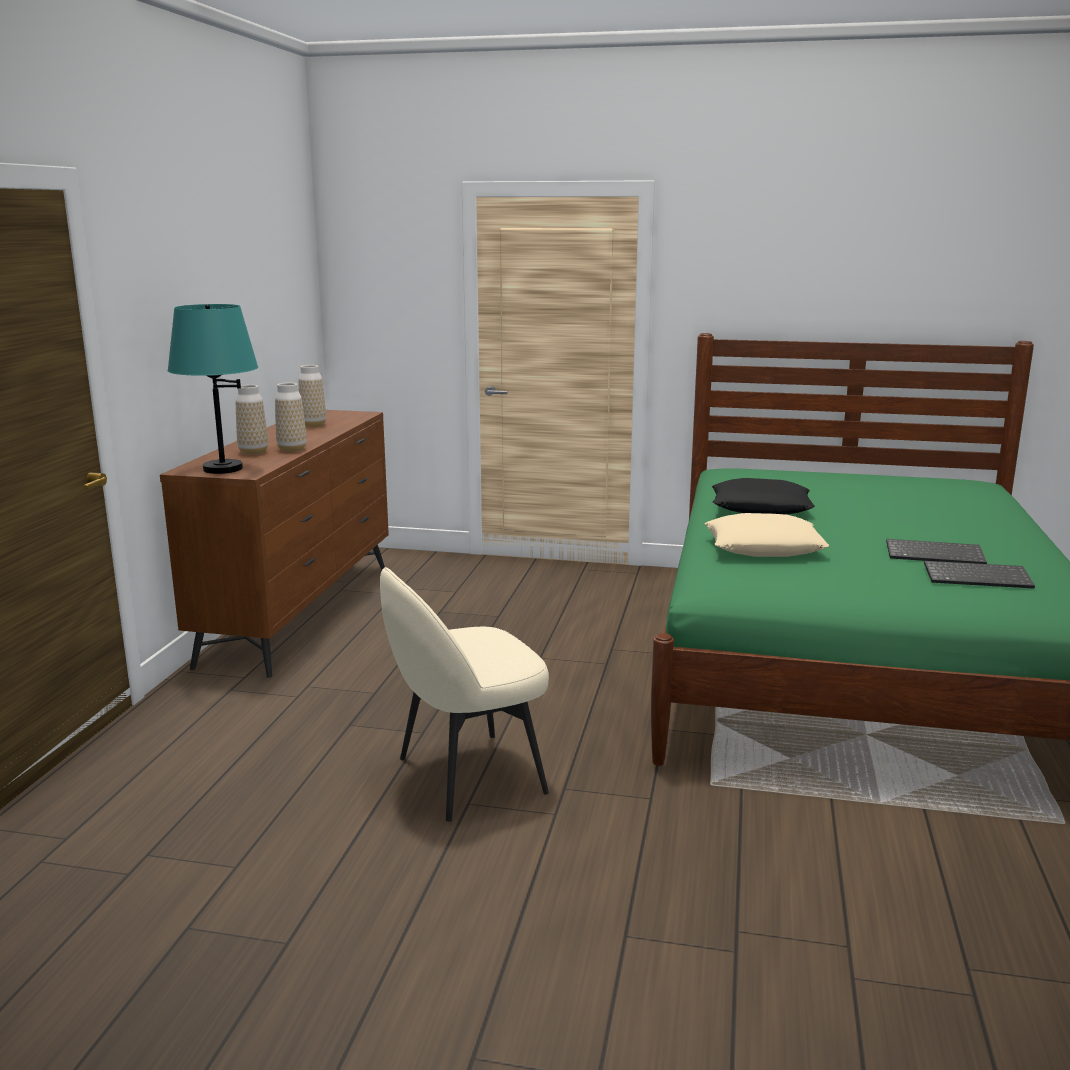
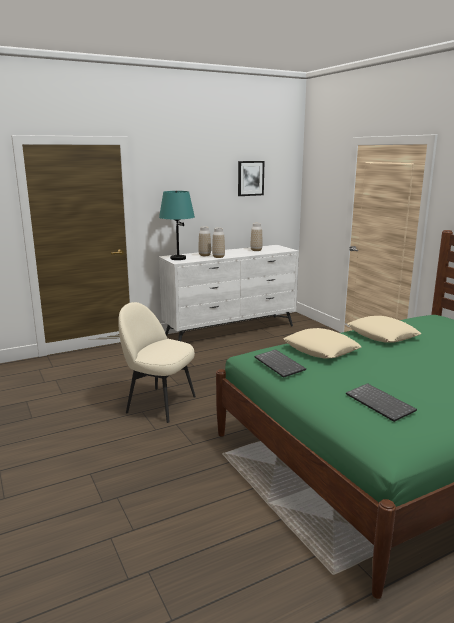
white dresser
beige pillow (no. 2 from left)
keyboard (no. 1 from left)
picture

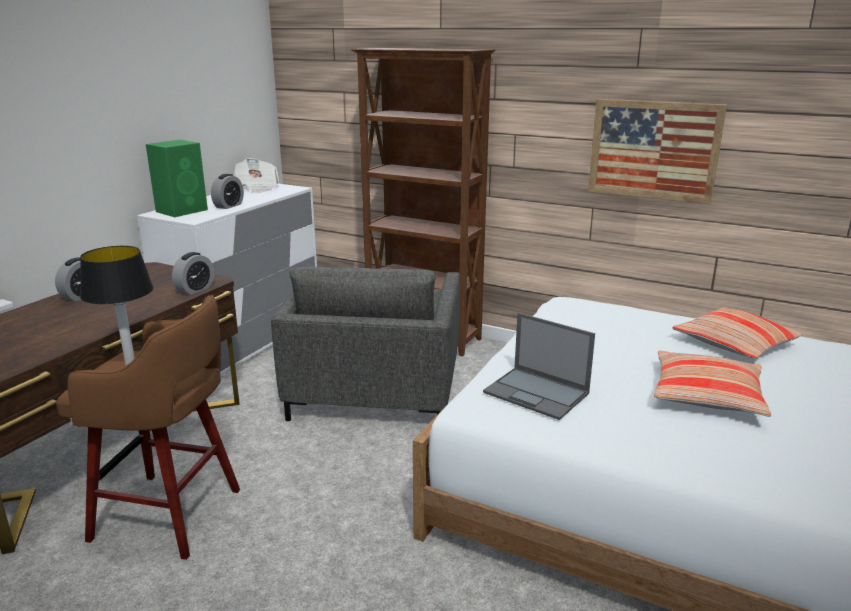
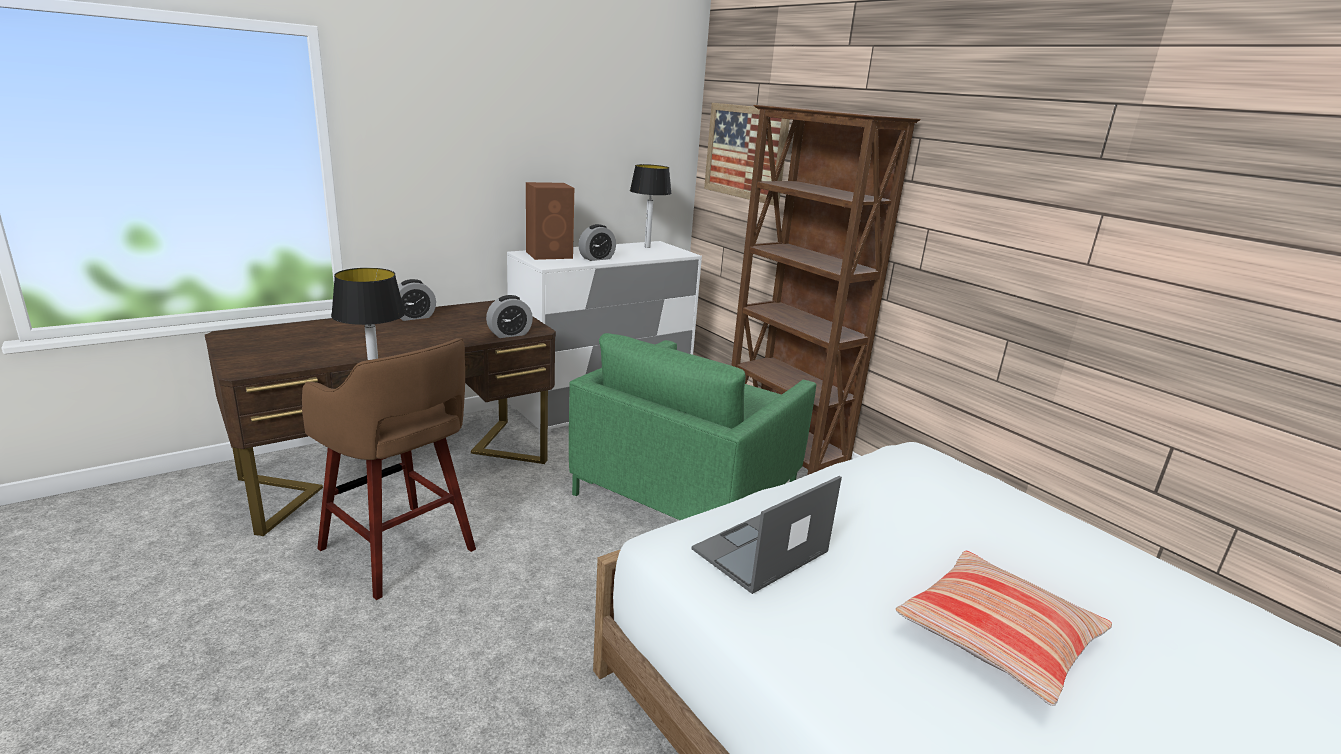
picture
brown speaker
table lamp (no. 2 from left)
green armchair
pillow (no. 2 from left in the first image)
laptop

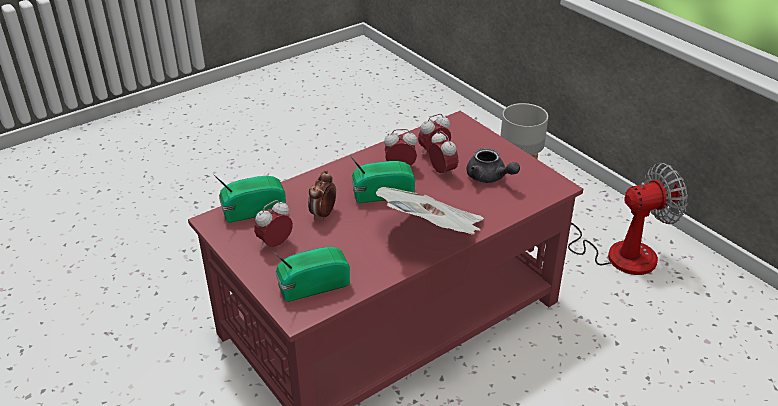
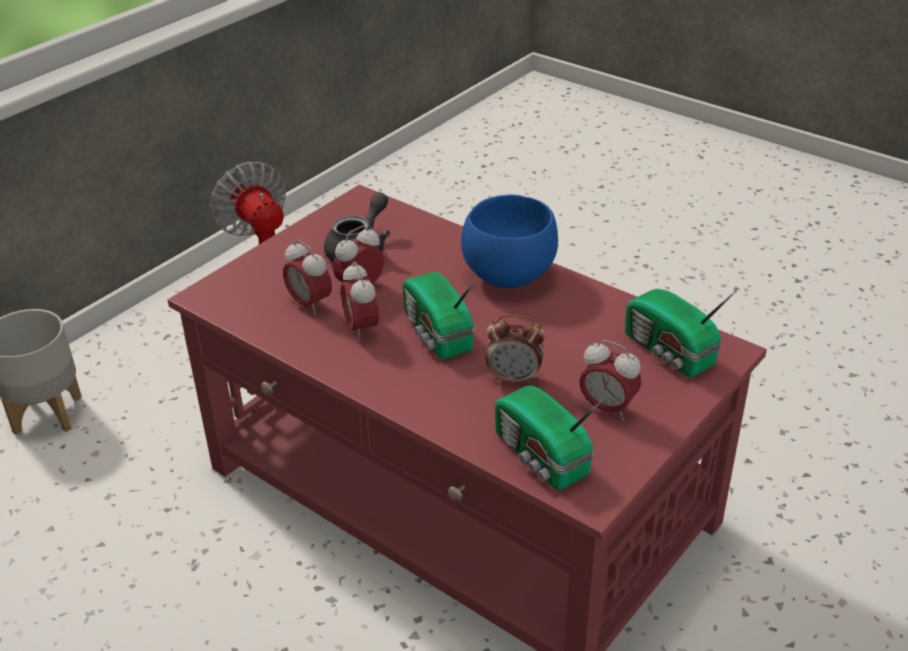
blue bowl

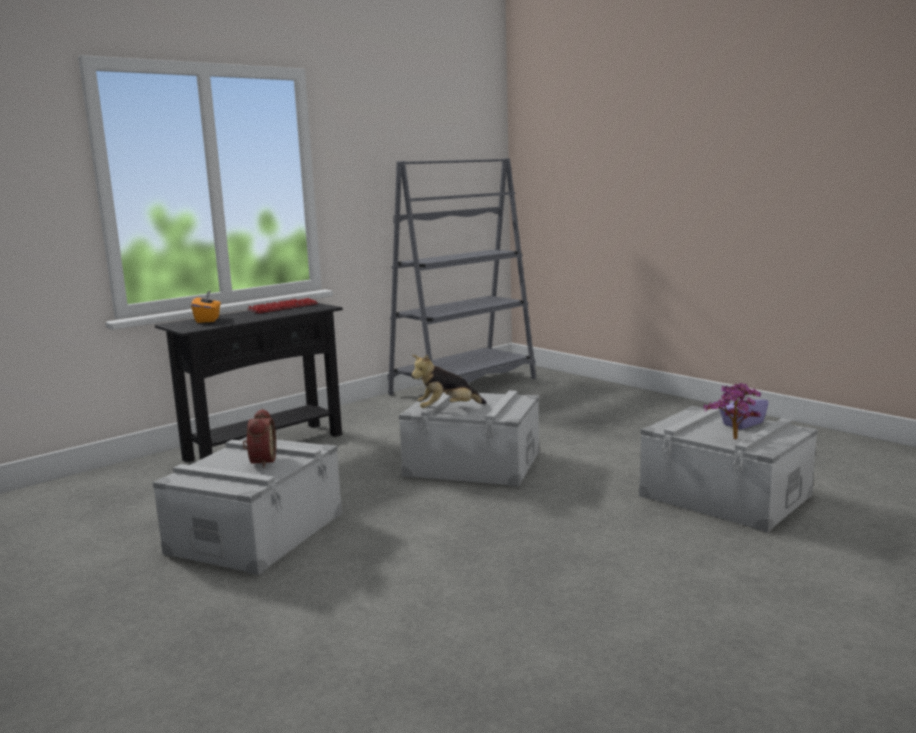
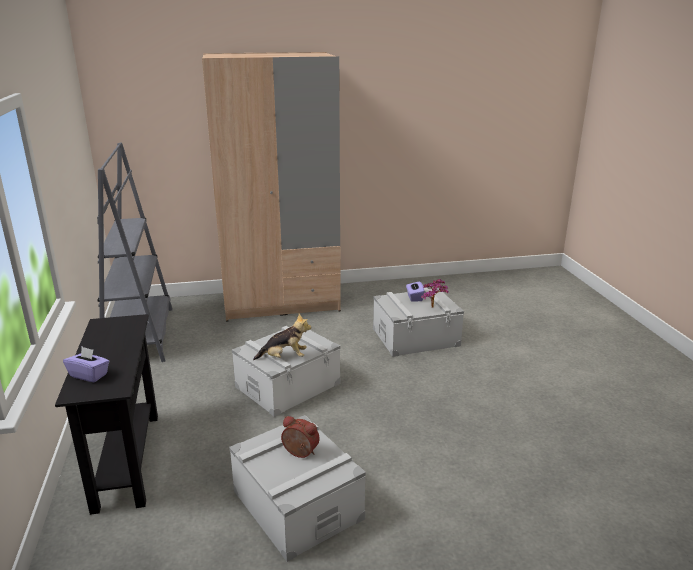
purple tissue box (no. 1 from left)
keyboard
plush toy
beige wardrobe

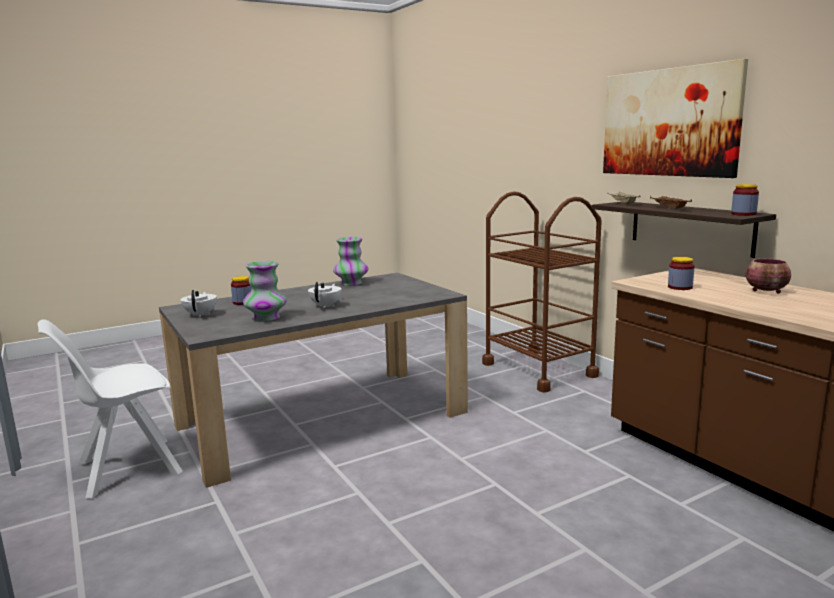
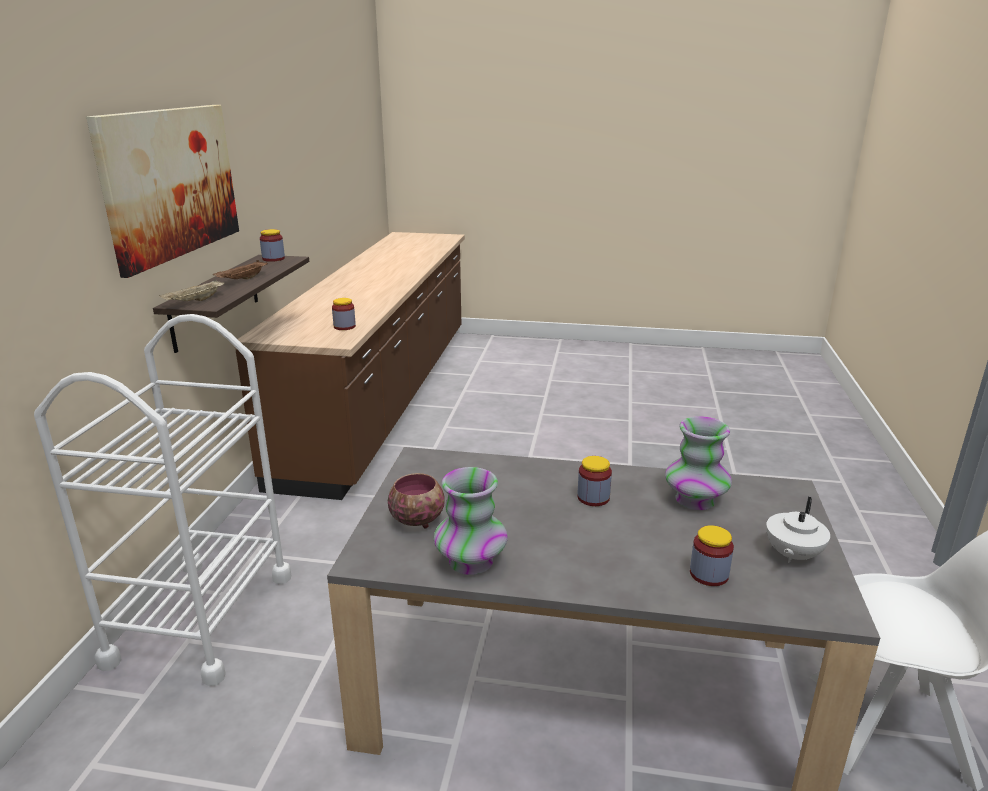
white cart
bowl
jar (no. 3 from left)

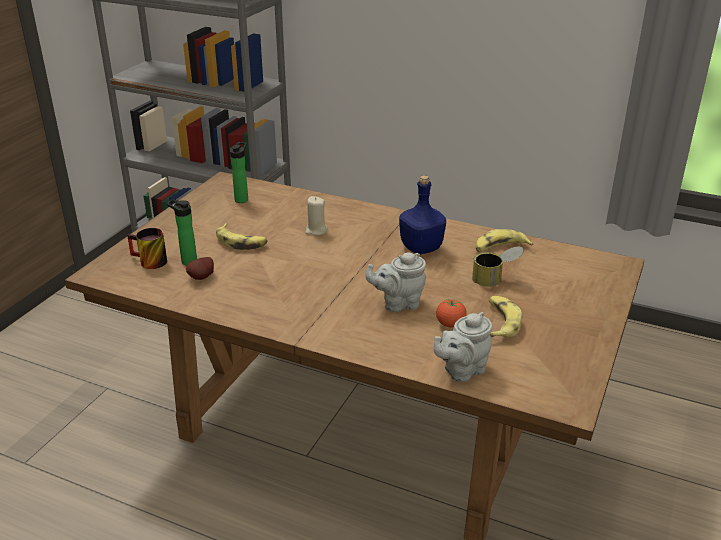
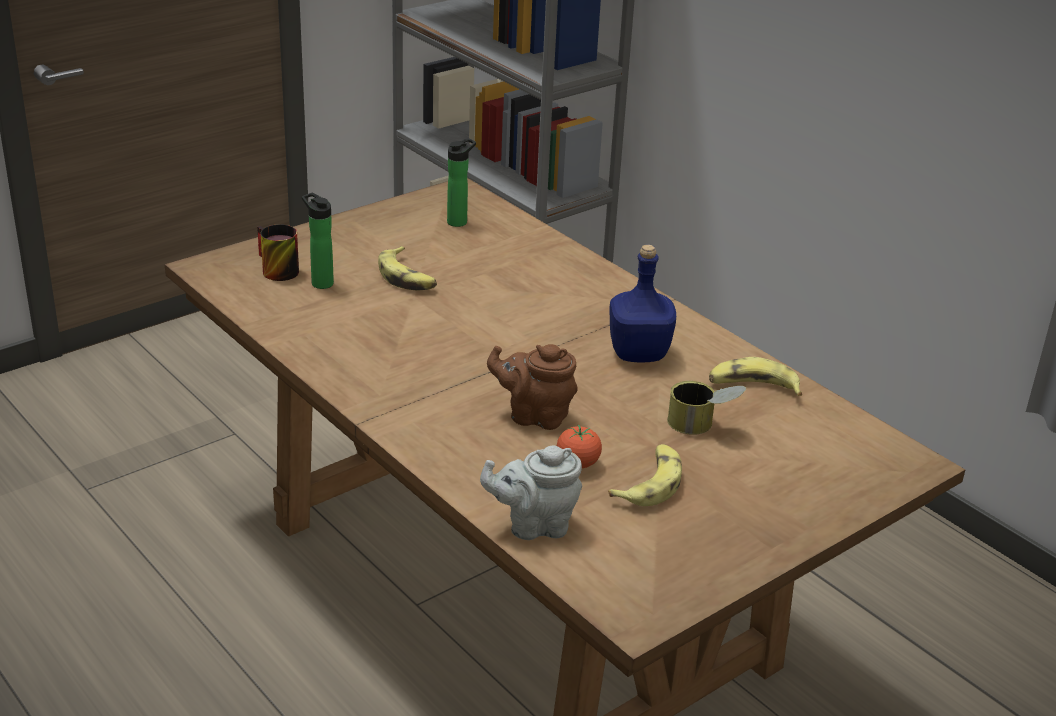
beige candle
brown teapot
potato

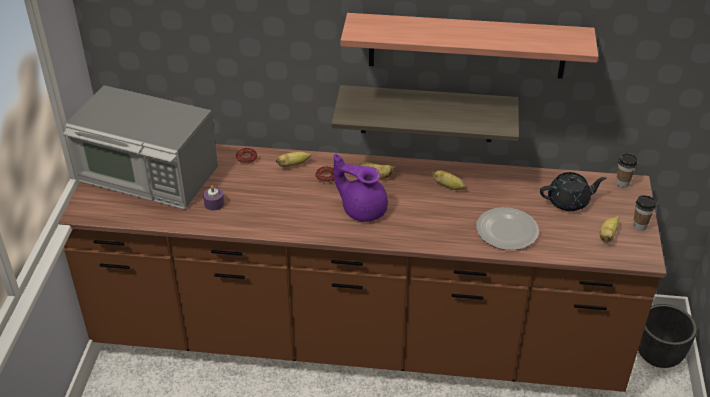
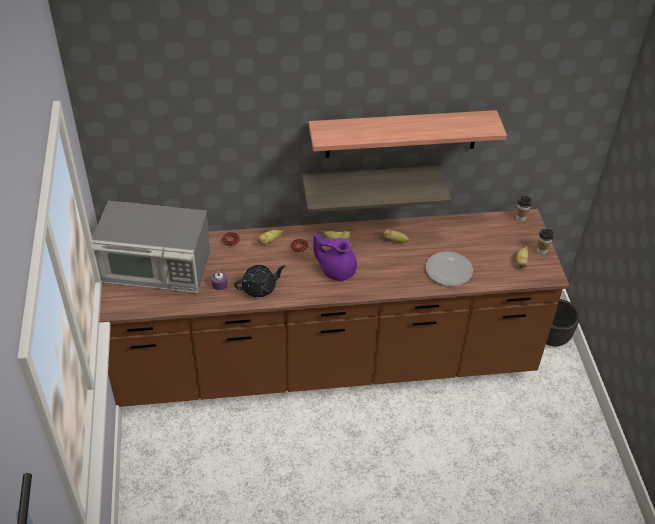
black teapot

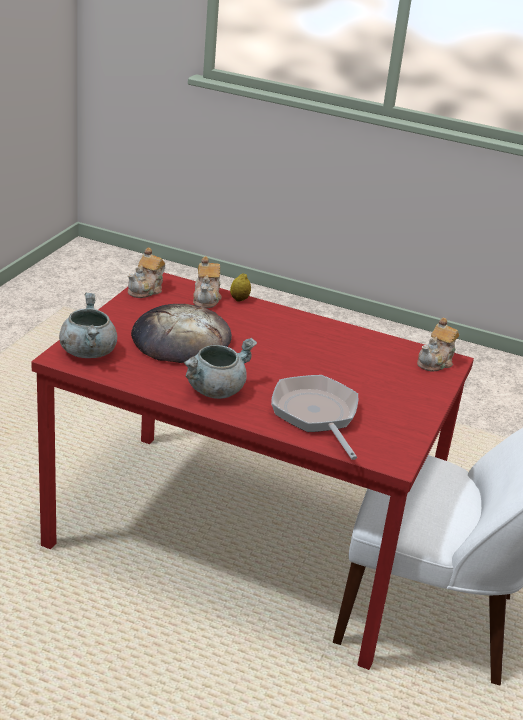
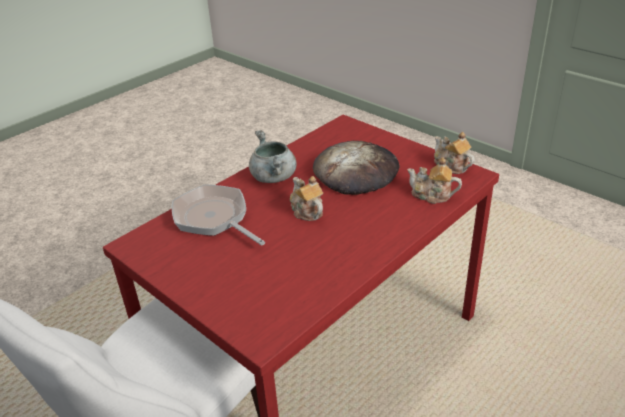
lemon
grey cooking pot (no. 1 from left in the first image)
teapot (no. 1 from left)
frying pan

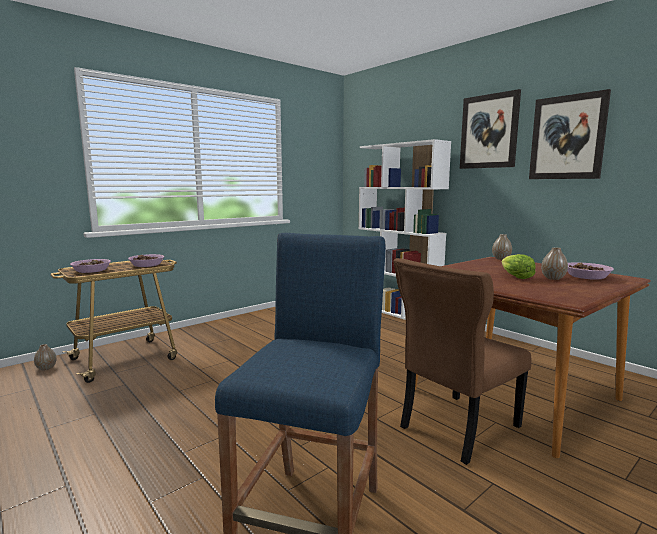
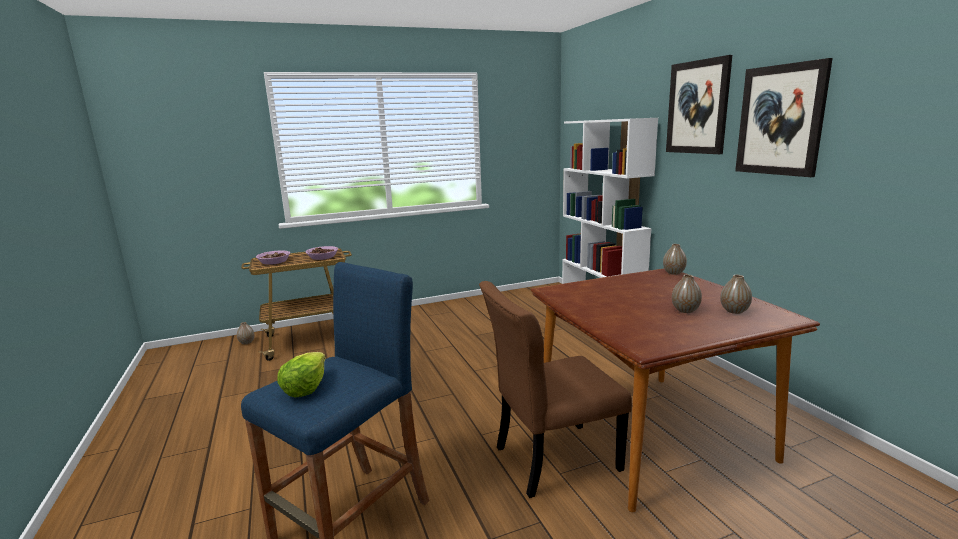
lettuce
vase (no. 4 from left)

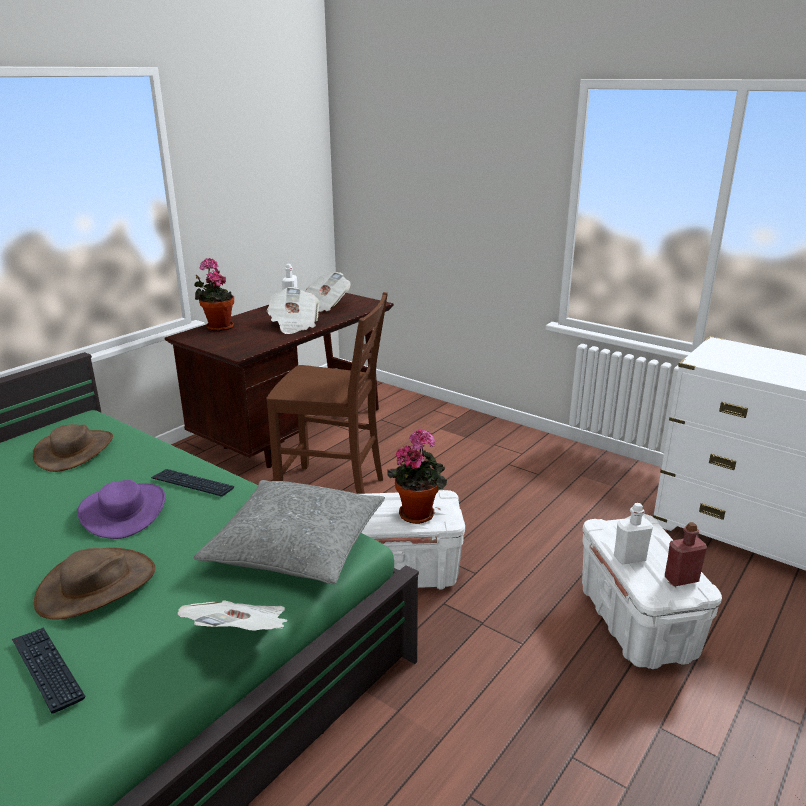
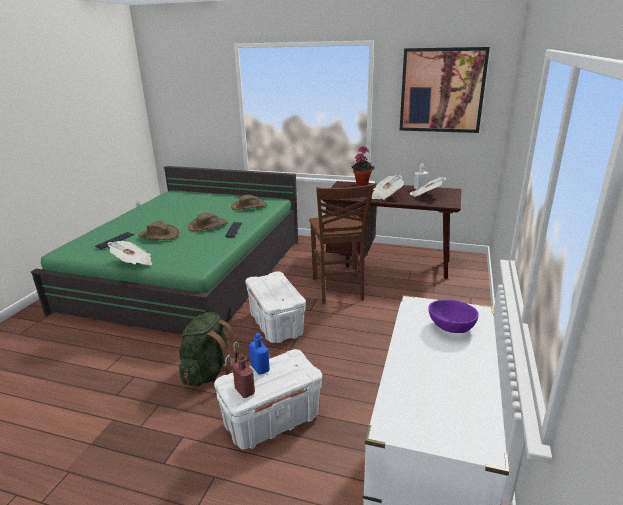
potted plant (no. 2 from left in the first image)
brown hat (no. 2 from left)
grey pillow
blue bottle
picture
purple bowl
green backpack

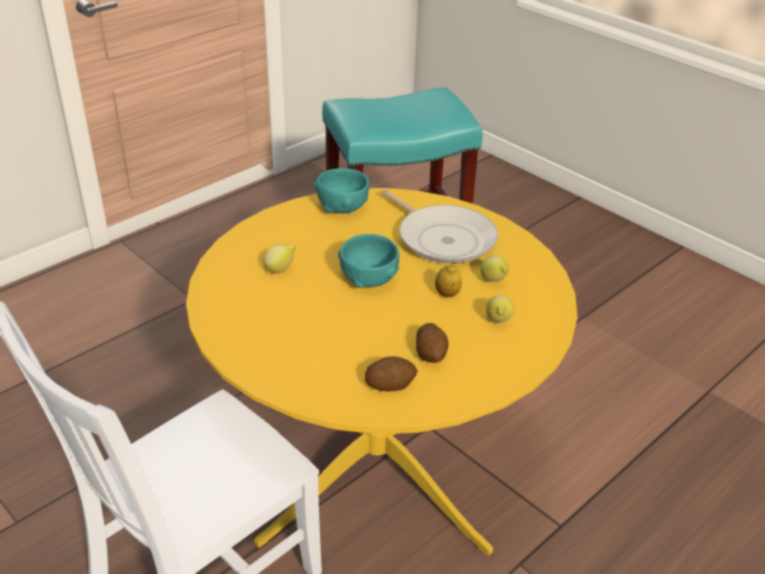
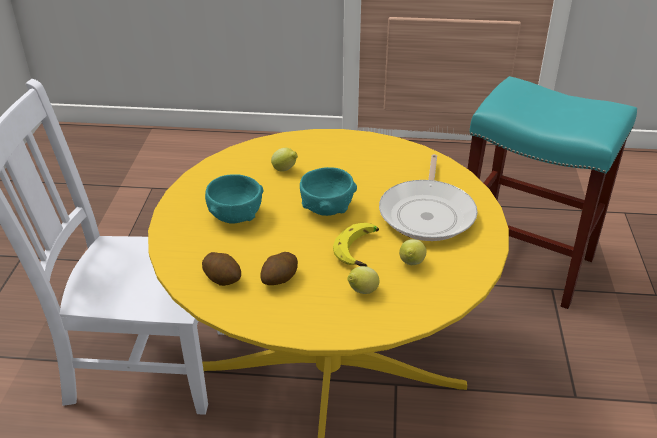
turquoise bowl (no. 1 from left)
banana

